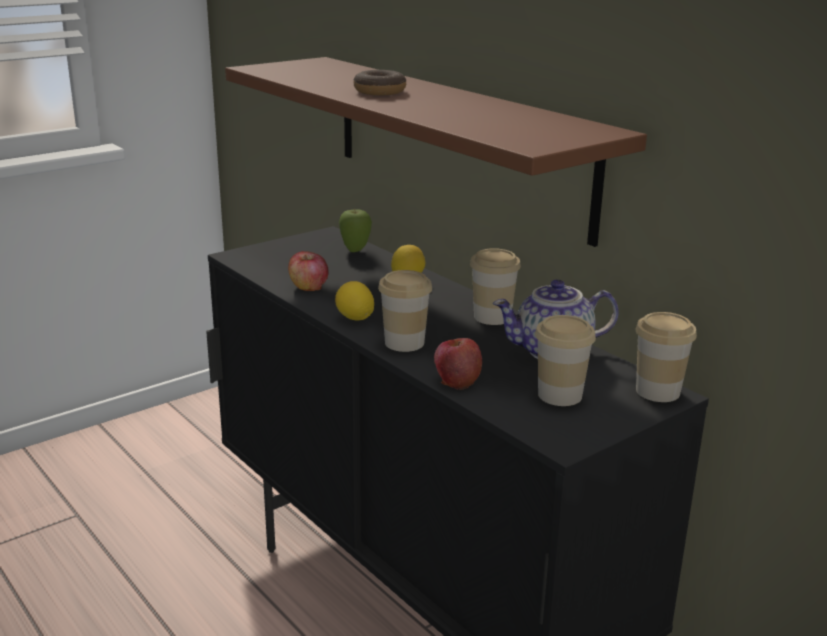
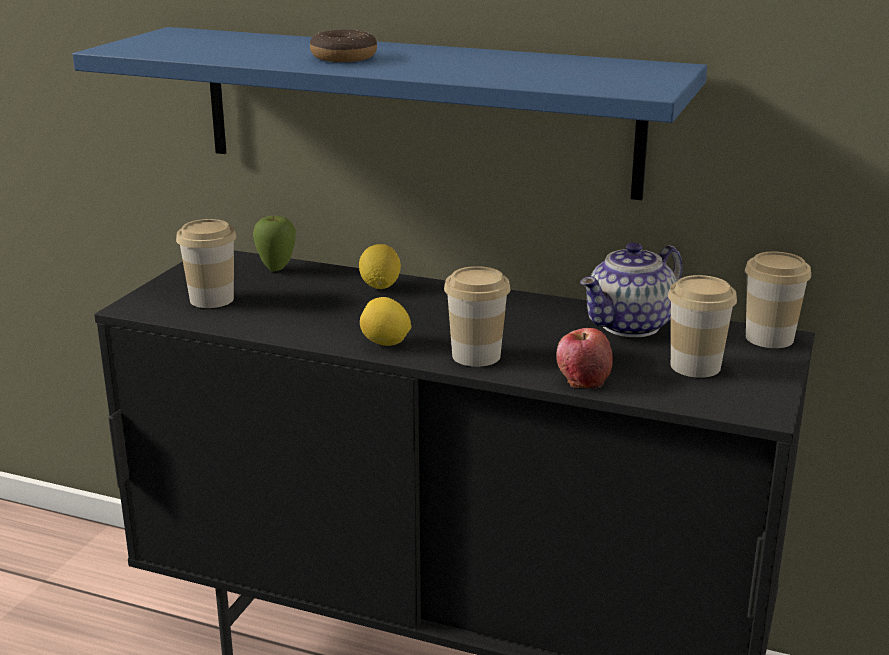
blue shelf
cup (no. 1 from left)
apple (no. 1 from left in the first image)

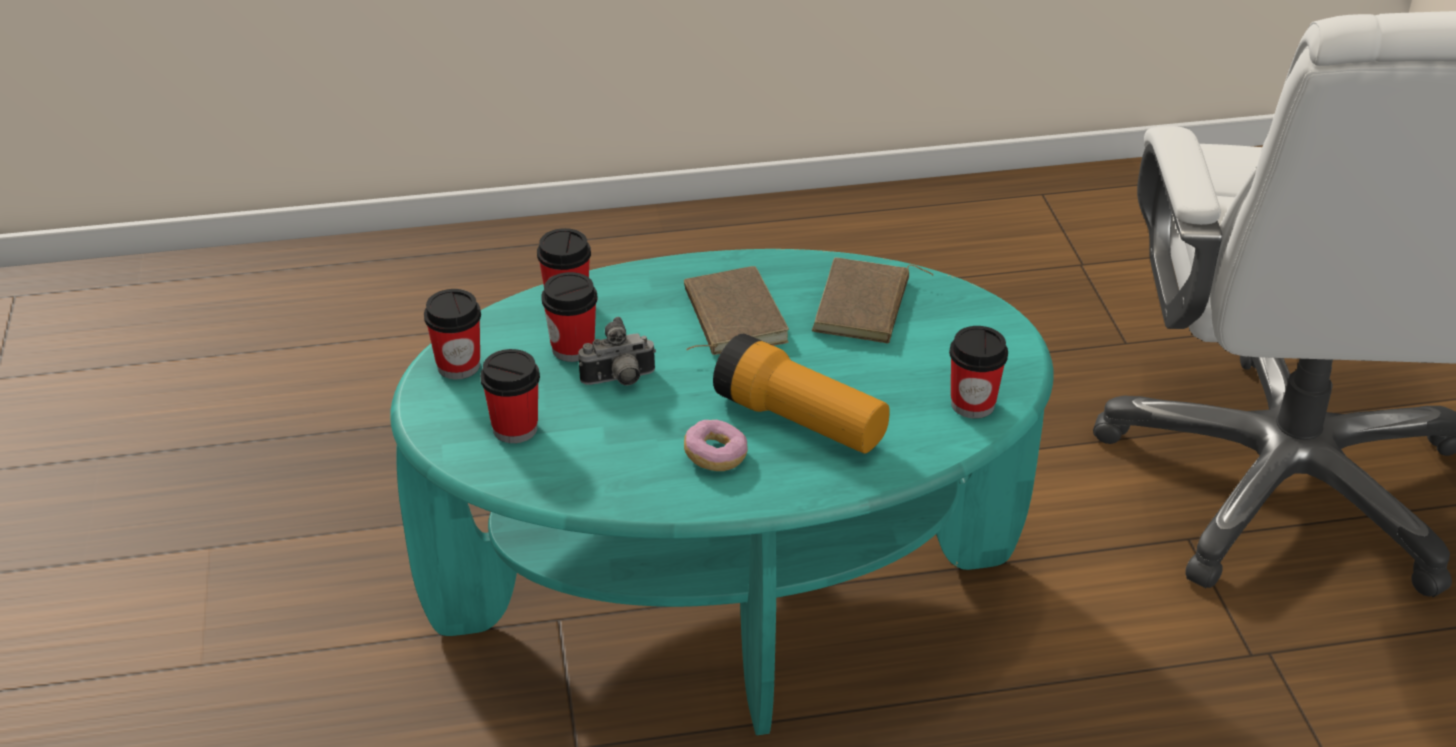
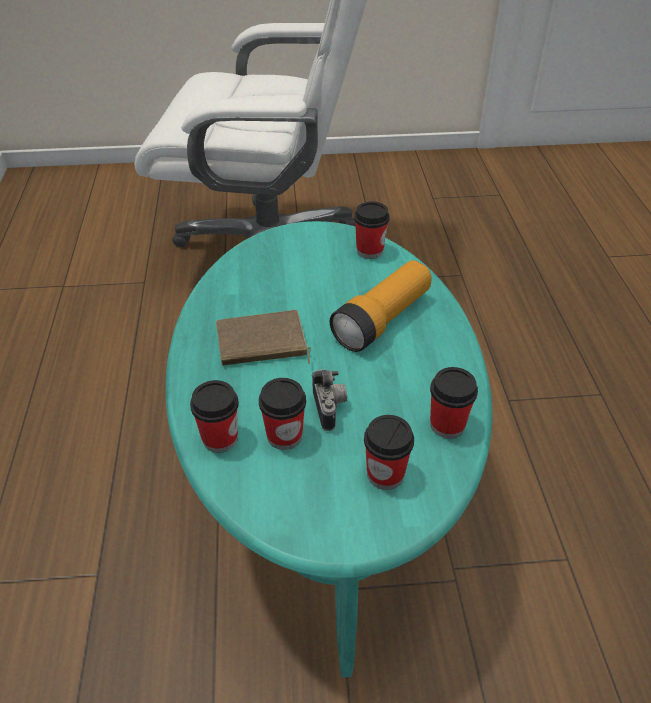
brown book (no. 2 from left in the first image)
cup (no. 5 from left)
donut

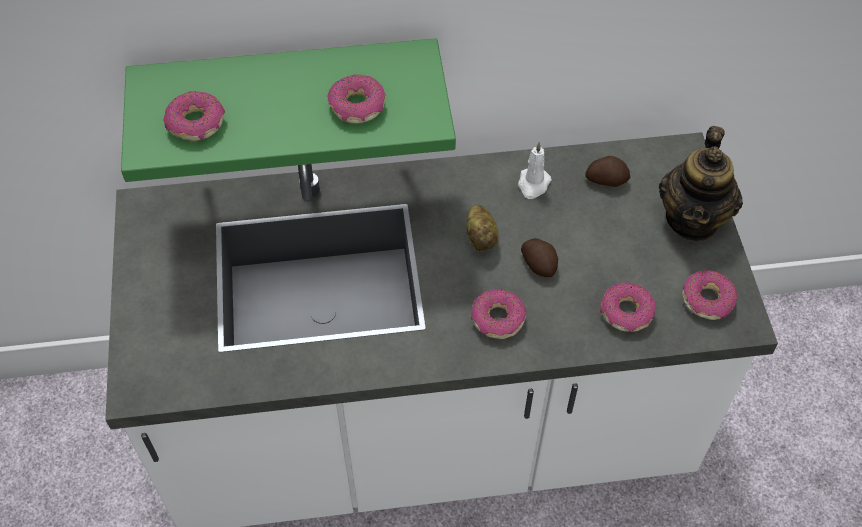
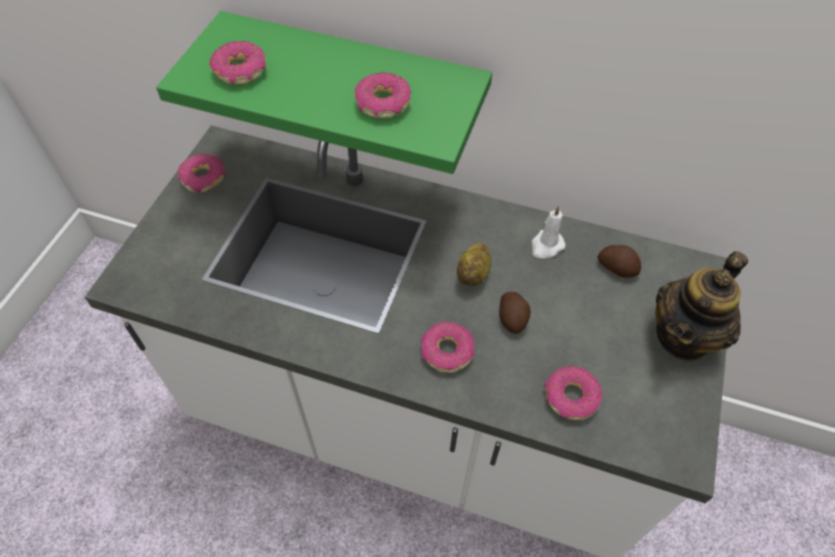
donut (no. 1 from left)

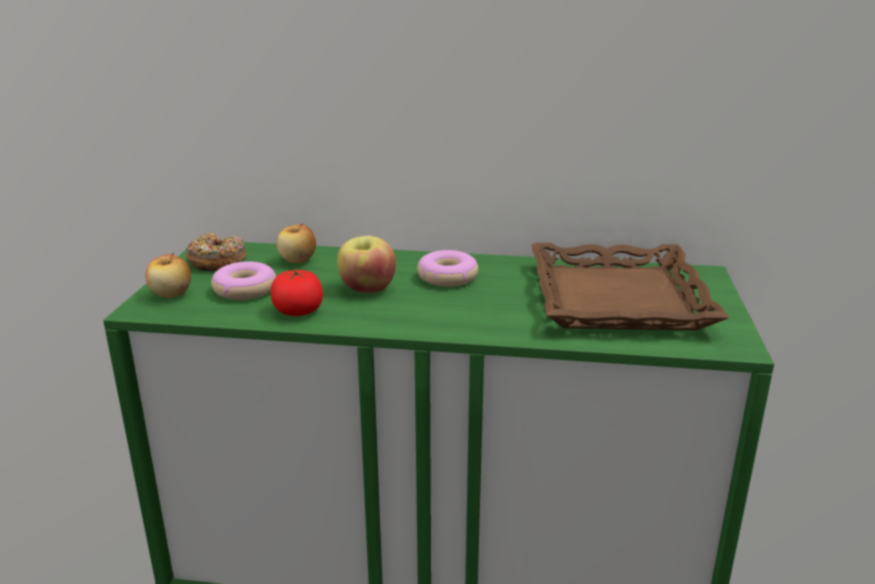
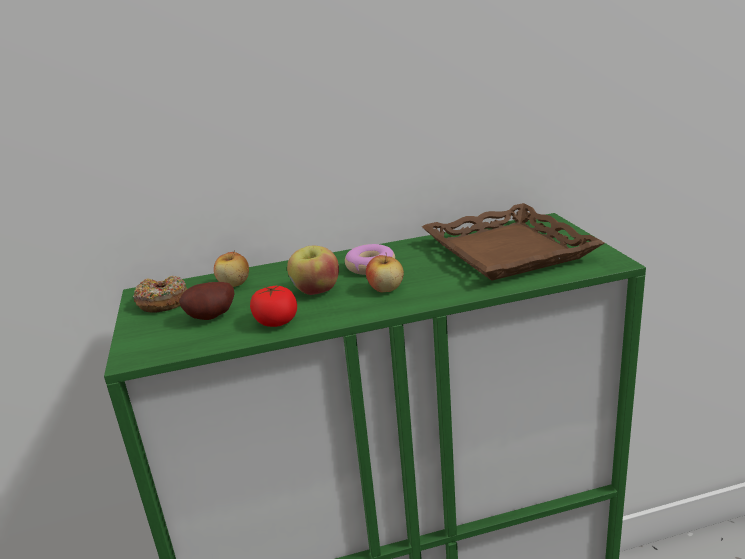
apple (no. 3 from left)
potato

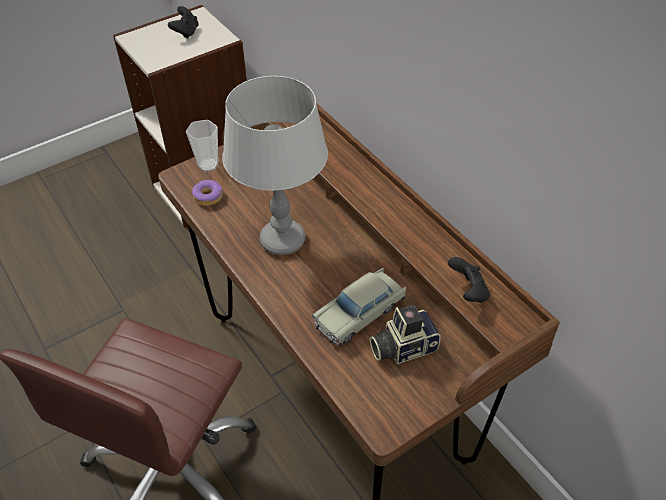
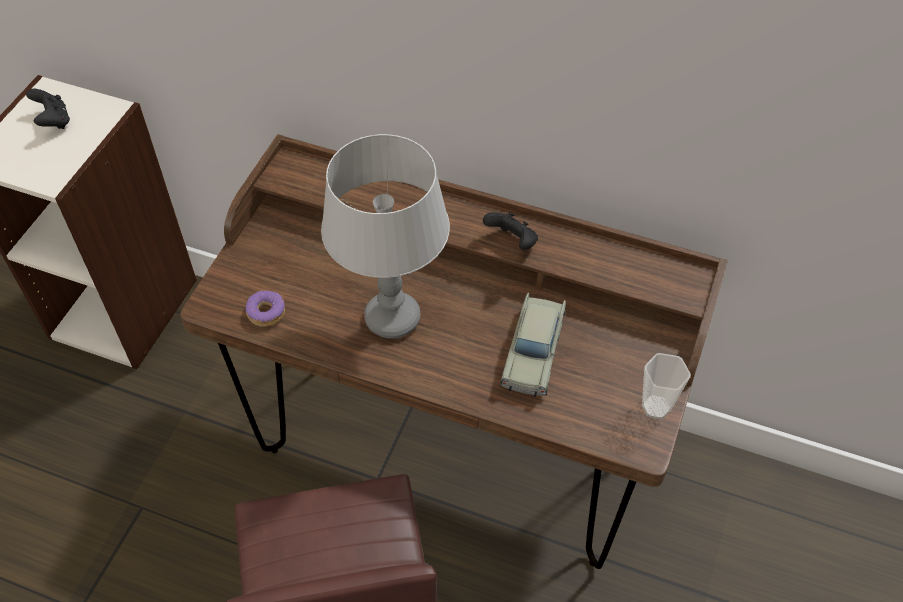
cup
black game controller (no. 2 from left)
photo camera

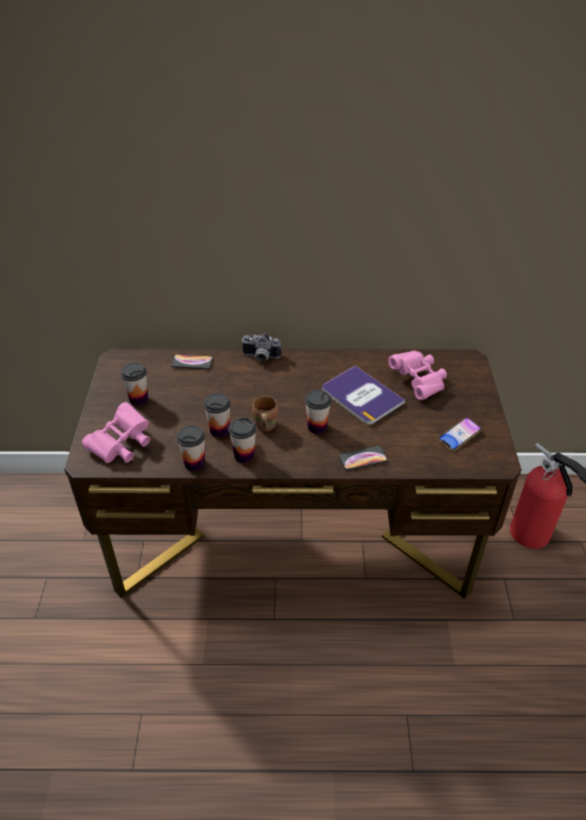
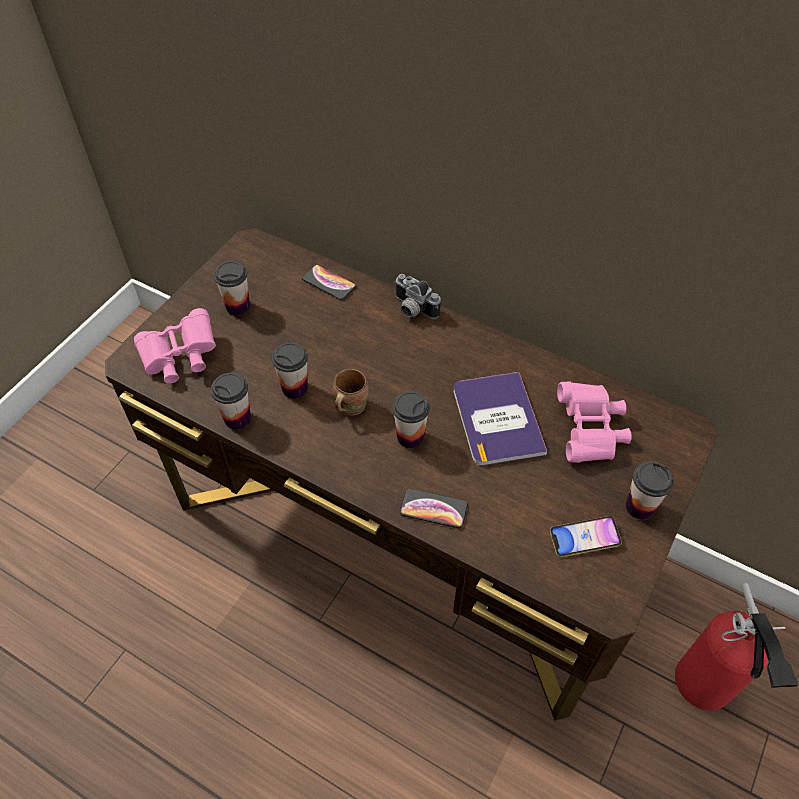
cup (no. 5 from left)

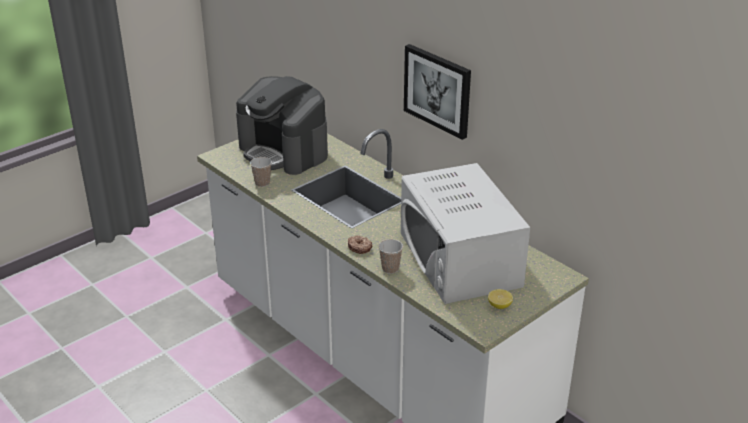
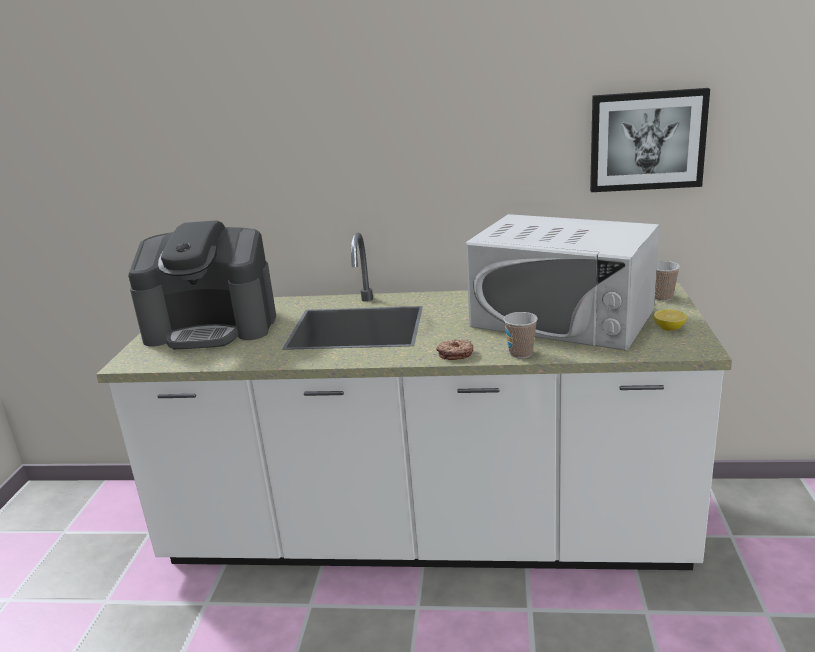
picture
cup (no. 2 from left)

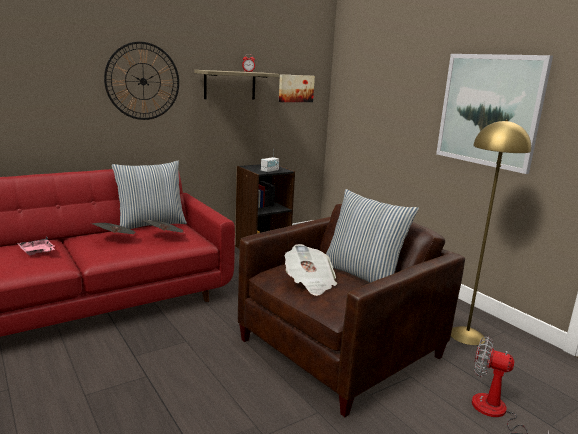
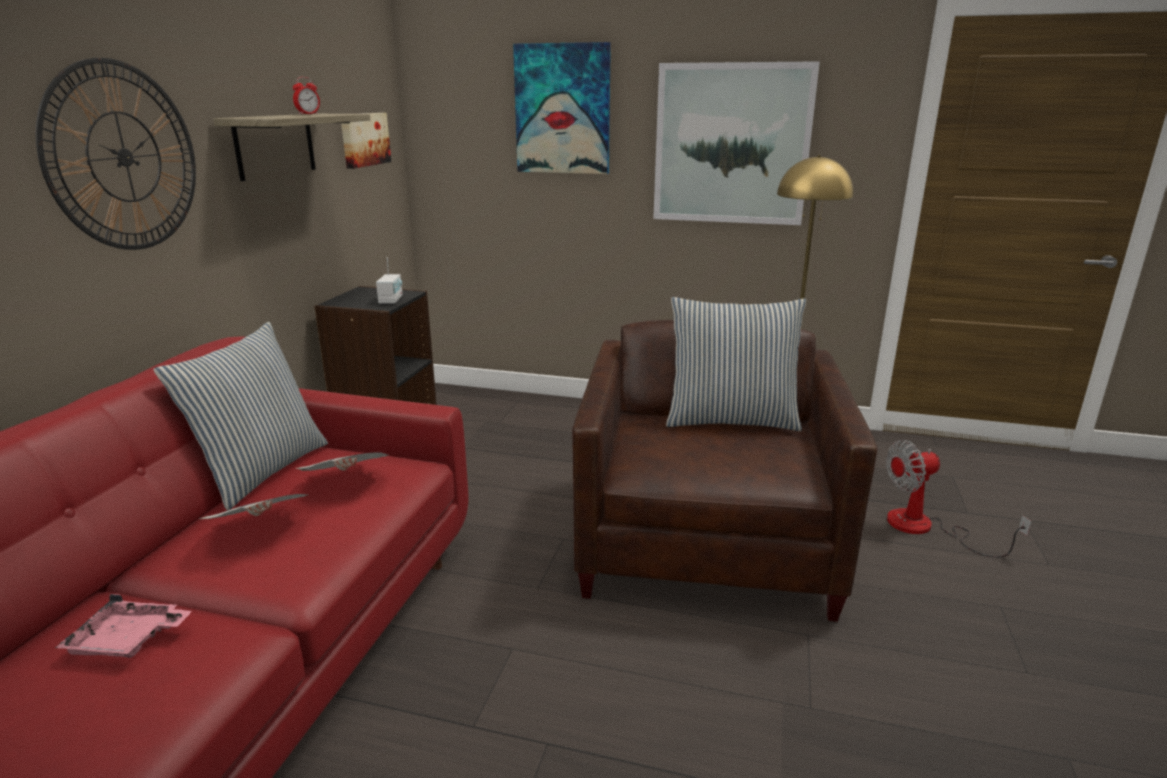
newspaper (no. 3 from left in the first image)
picture (no. 2 from left)

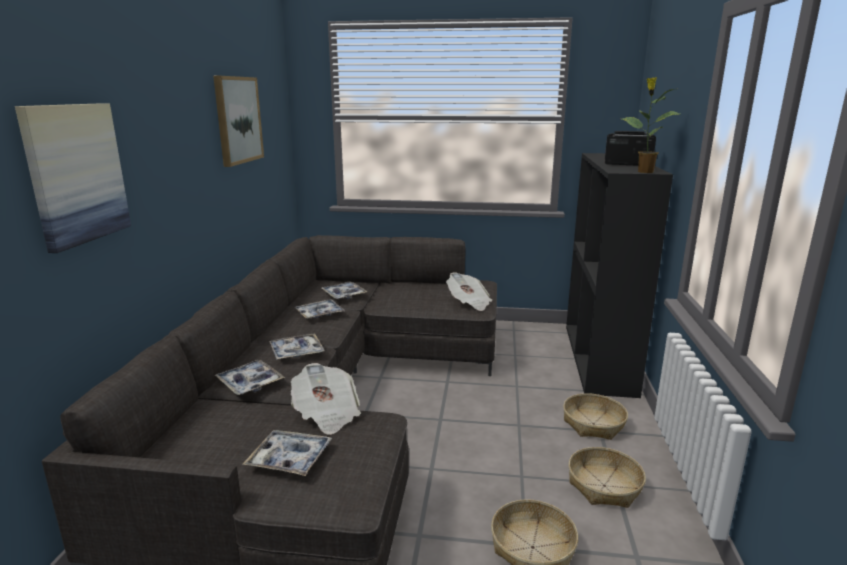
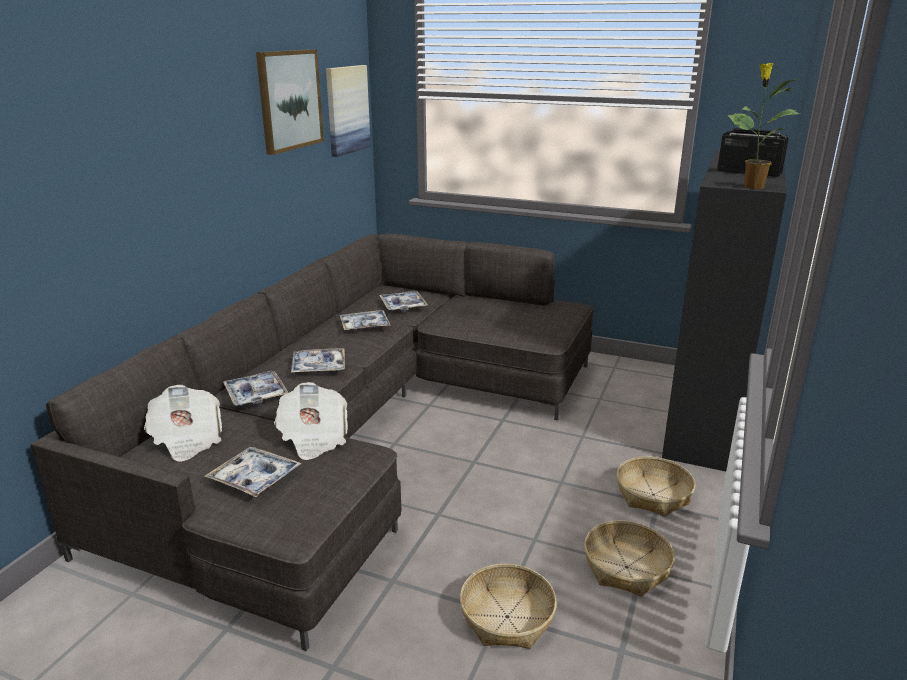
picture (no. 2 from left)
newspaper (no. 1 from left)

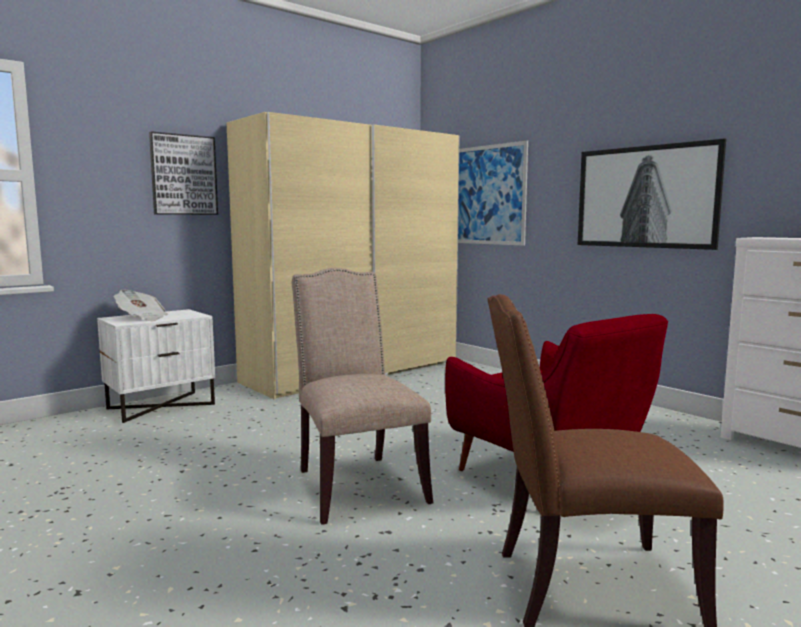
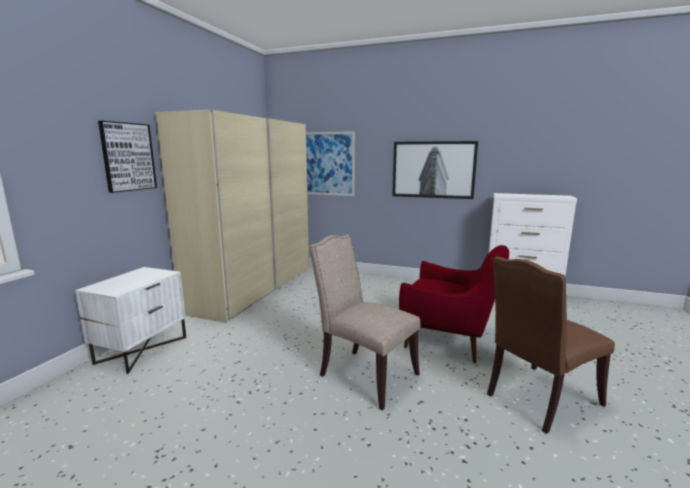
newspaper

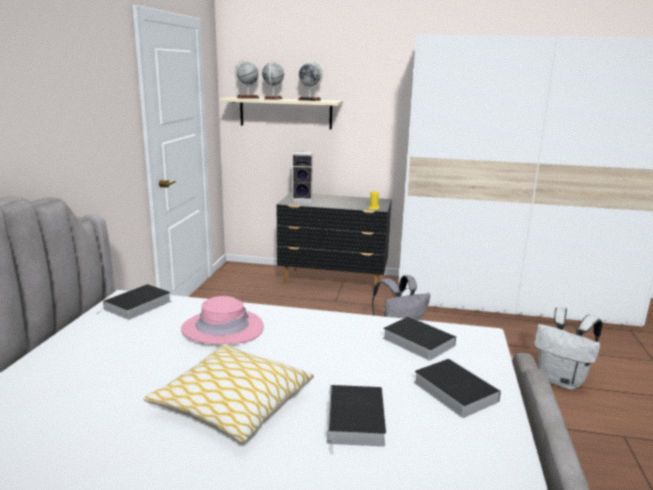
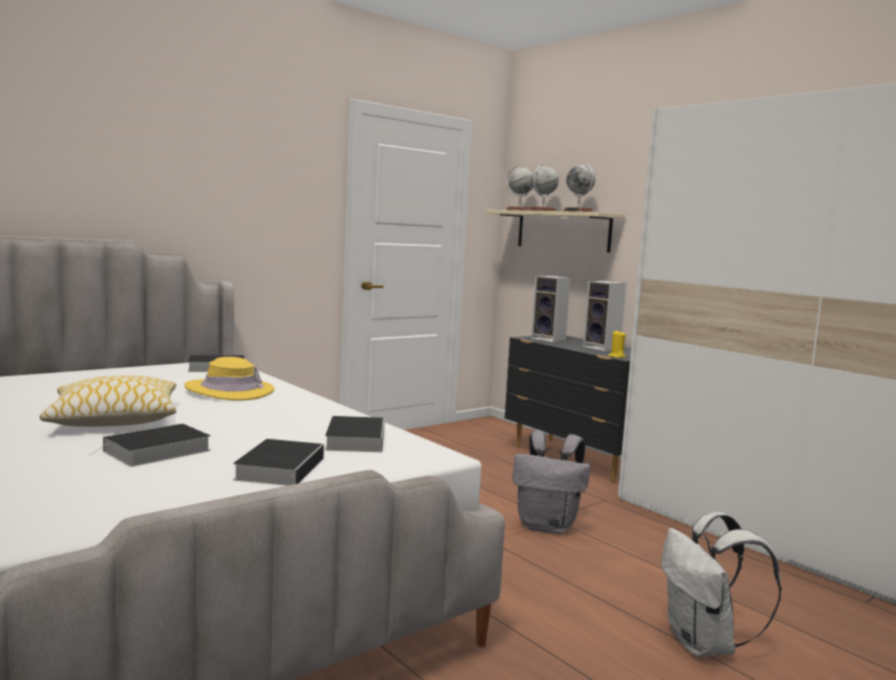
yellow hat
speaker (no. 2 from left)

